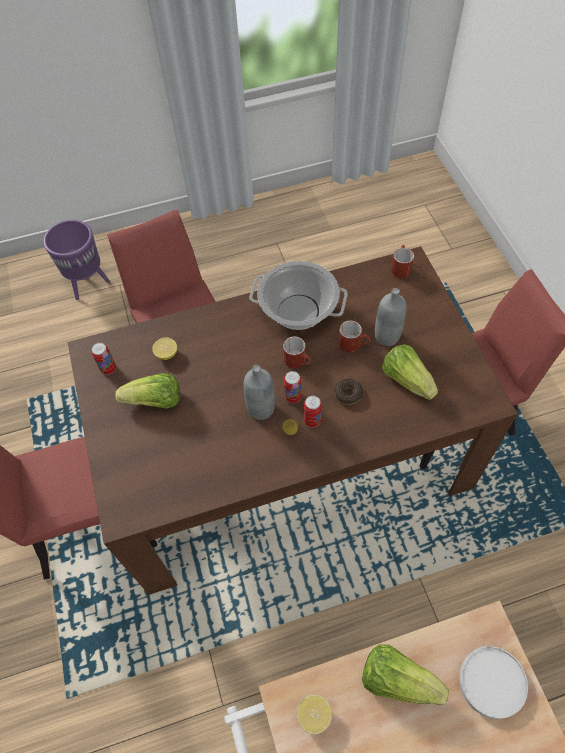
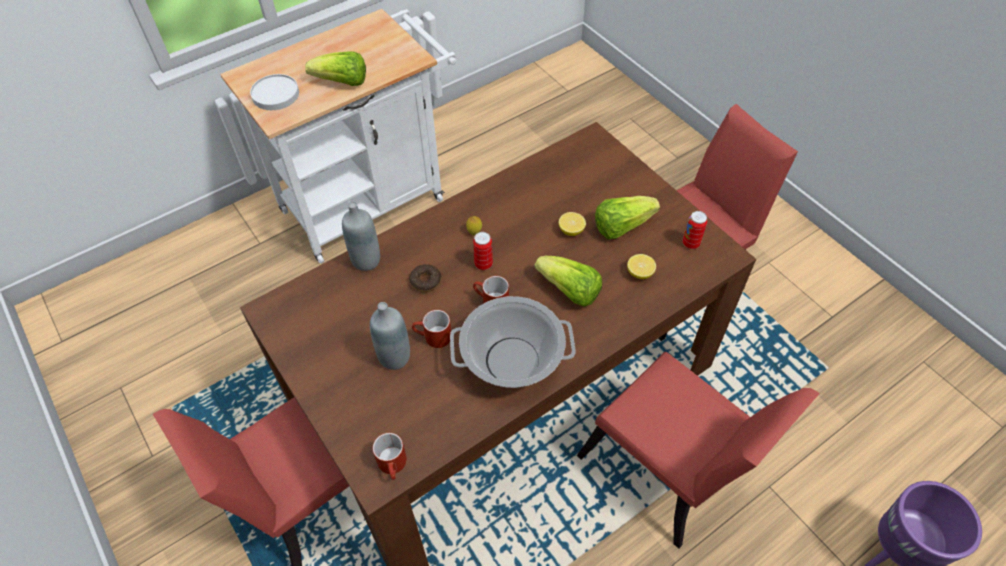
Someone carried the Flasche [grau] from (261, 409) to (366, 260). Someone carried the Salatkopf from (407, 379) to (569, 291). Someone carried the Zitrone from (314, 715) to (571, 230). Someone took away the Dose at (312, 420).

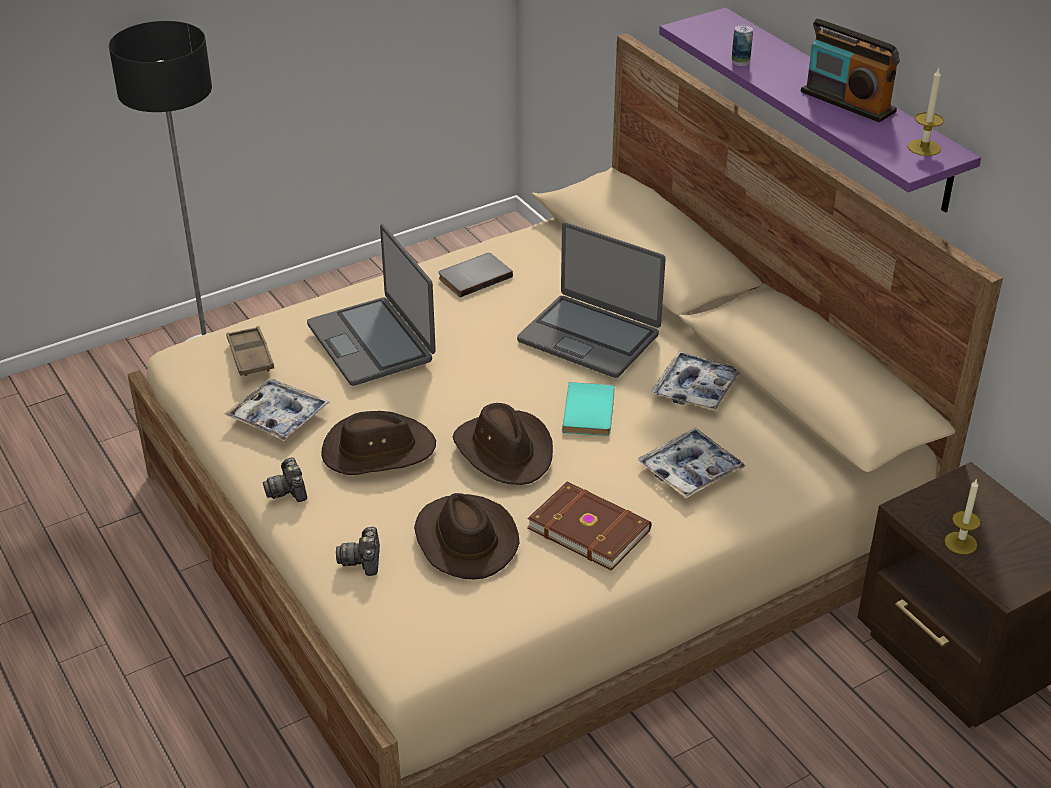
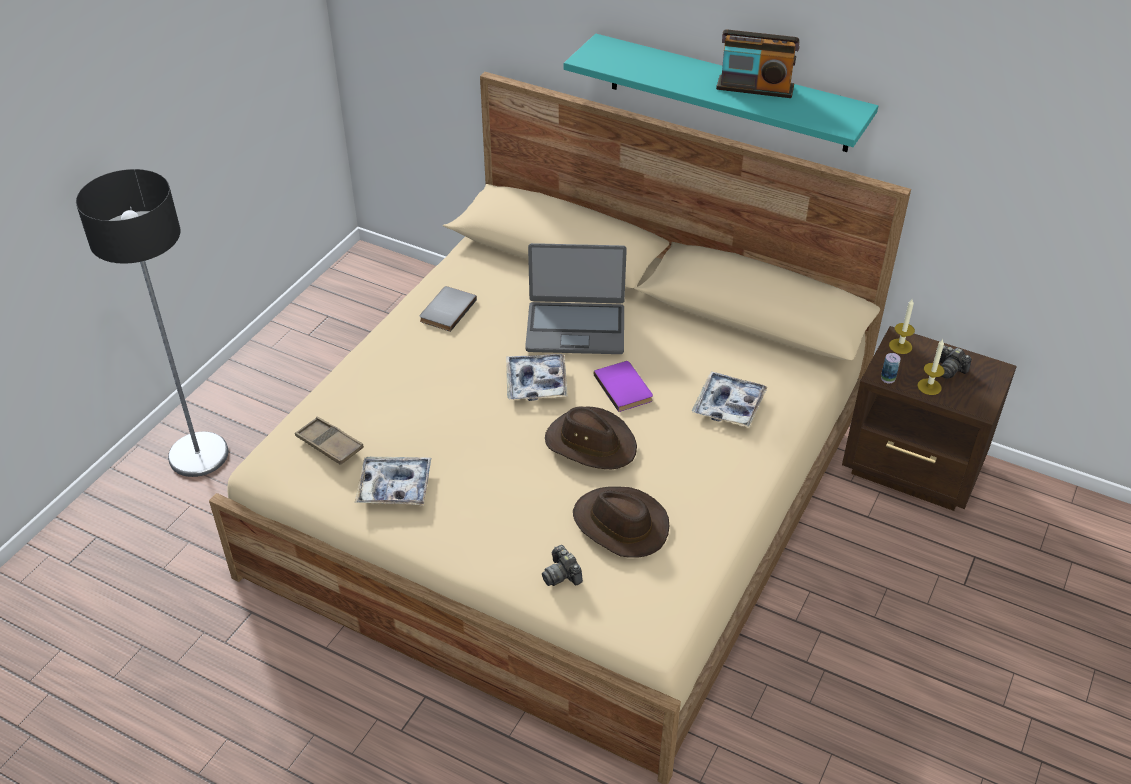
Someone carried the Tablett from (696, 389) to (536, 383). Someone repainted the Wandregal [lila] at (838, 108), which became the Wandregal [türkis] at (728, 93). Someone repainted the Buch [türkis] at (591, 412), which became the Buch [lila] at (625, 387). Someone carried the Dose from (740, 62) to (888, 378). Someone carried the Kerze from (924, 147) to (900, 346). Someone carried the Kamera from (288, 490) to (949, 369). Someone took away the Laptop at (372, 342). Someone took away the Hut [braun] at (377, 450). Someone took away the Buch [braun] at (589, 527).

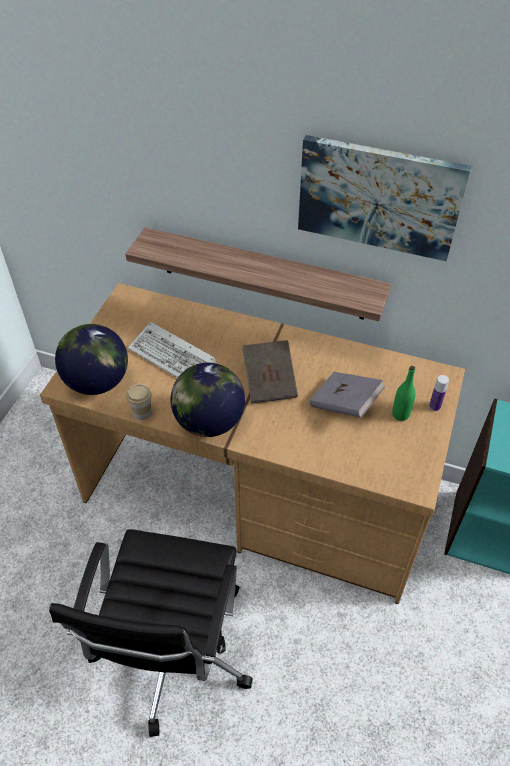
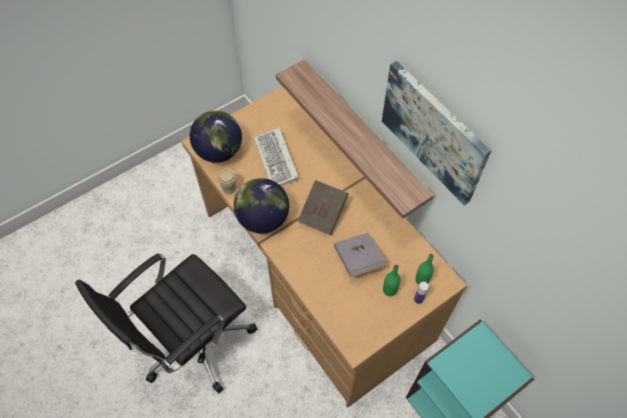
Someone put down the Flasche [grün] at (422, 280).

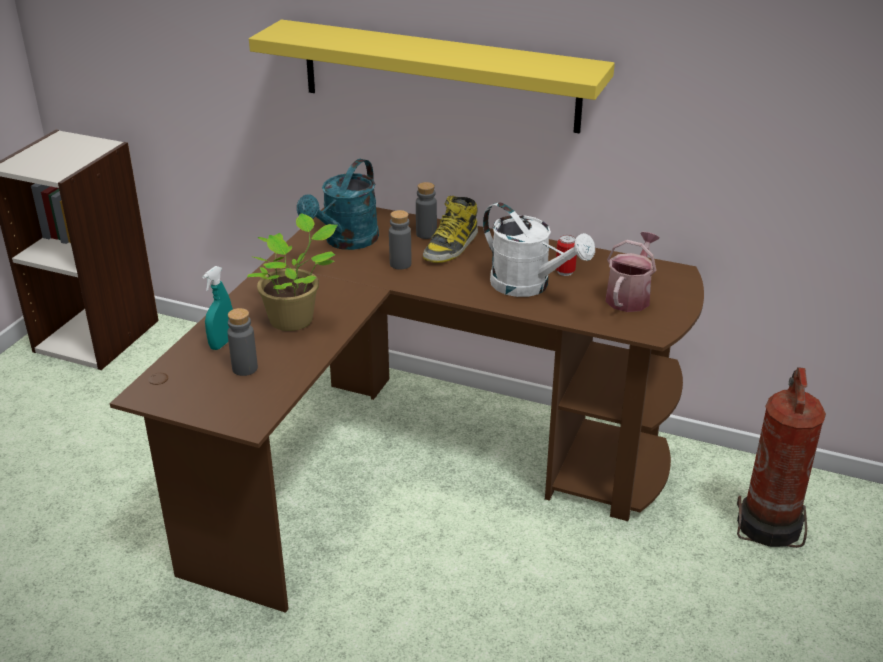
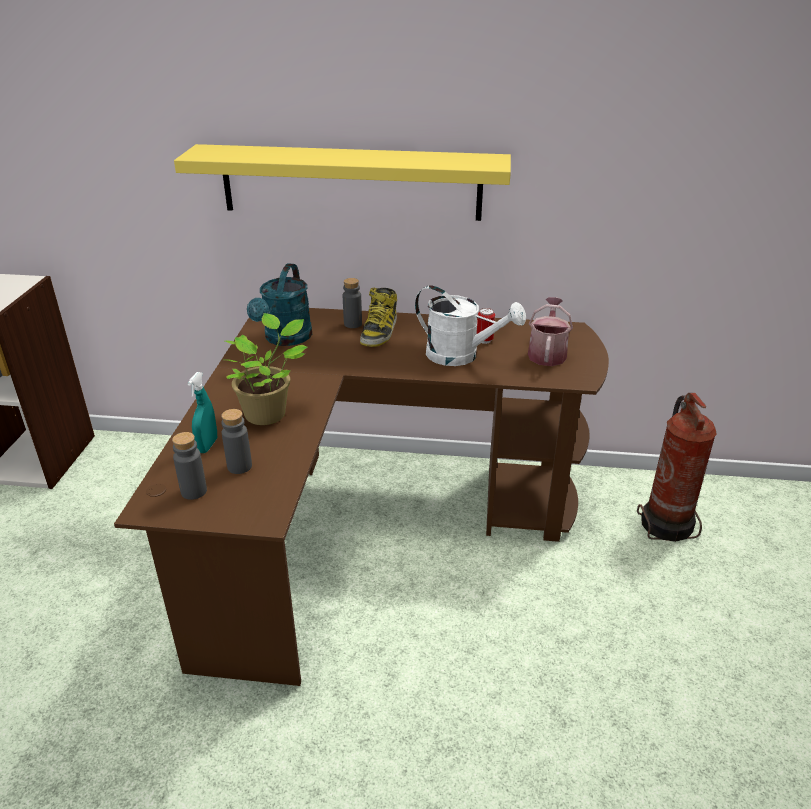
Someone carried the Flasche [grau] from (400, 264) to (194, 491).

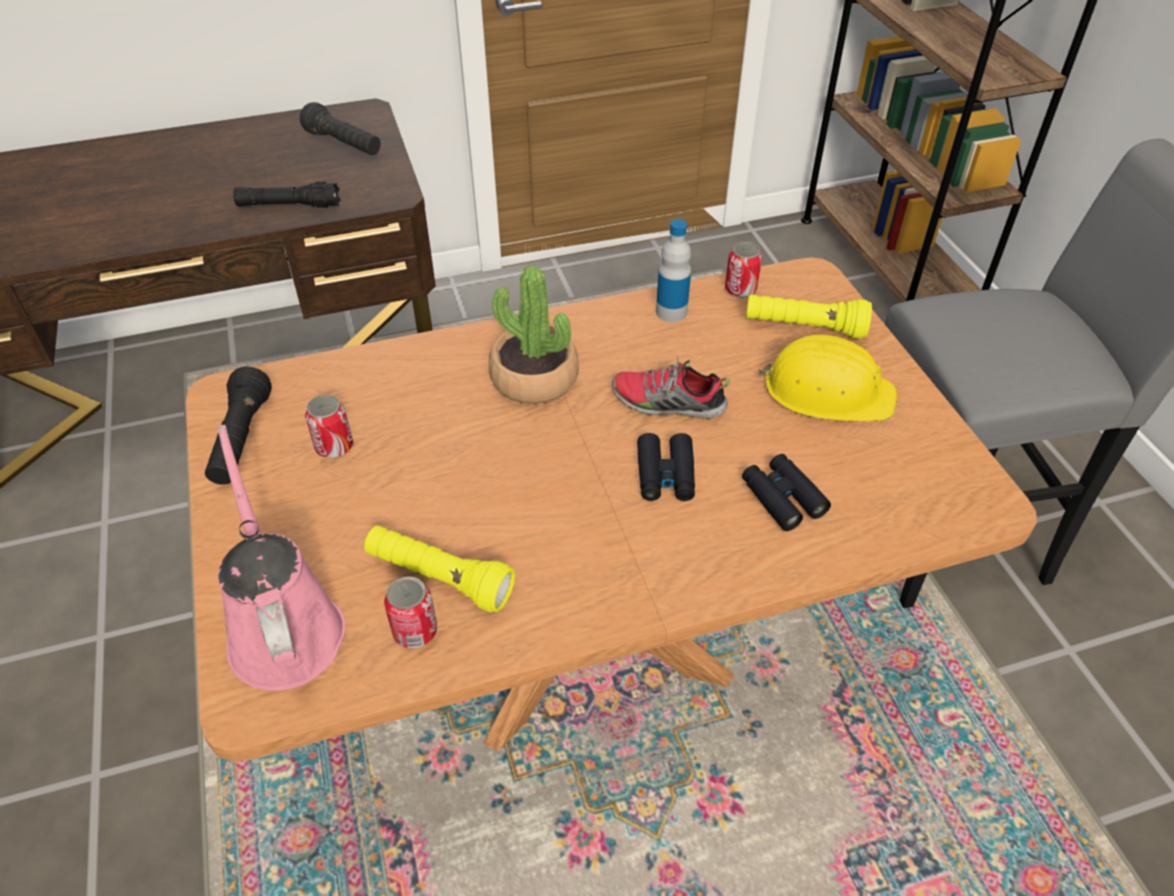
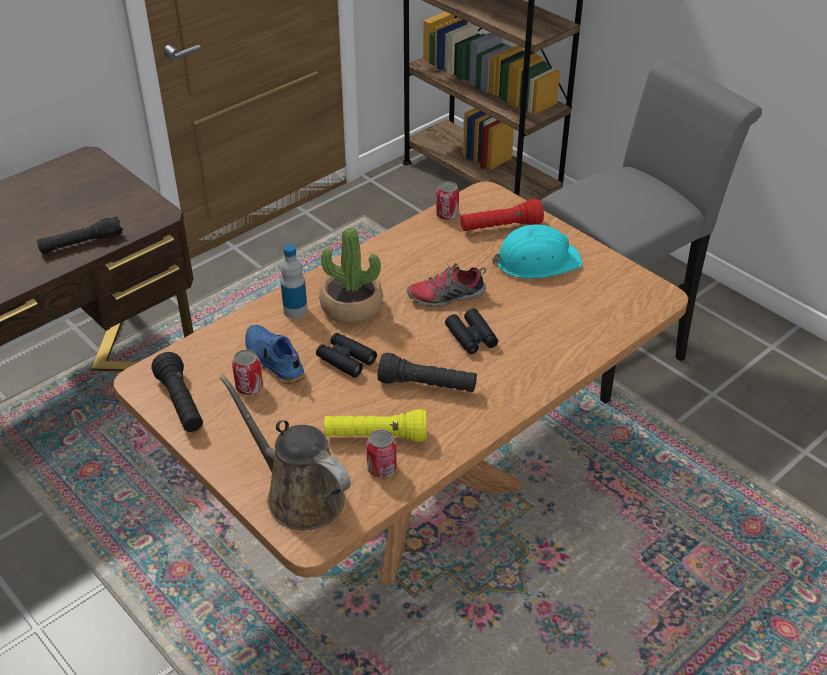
Someone repainted the Gießkanne [rosa] at (284, 627), which became the Gießkanne [braun] at (299, 494). Someone put down the Schuh [blau] at (273, 362). Someone carried the Flasche from (671, 312) to (295, 311). Someone carried the Fernglas [schwarz] from (782, 498) to (346, 359). Someone carried the Taschenlampe [schwarz] from (344, 144) to (427, 385). Someone repainted the Taschenlampe [gelb] at (804, 328), which became the Taschenlampe [rot] at (500, 227). Someone repainted the Schutzhelm [gelb] at (827, 391), which became the Schutzhelm [türkis] at (536, 261).

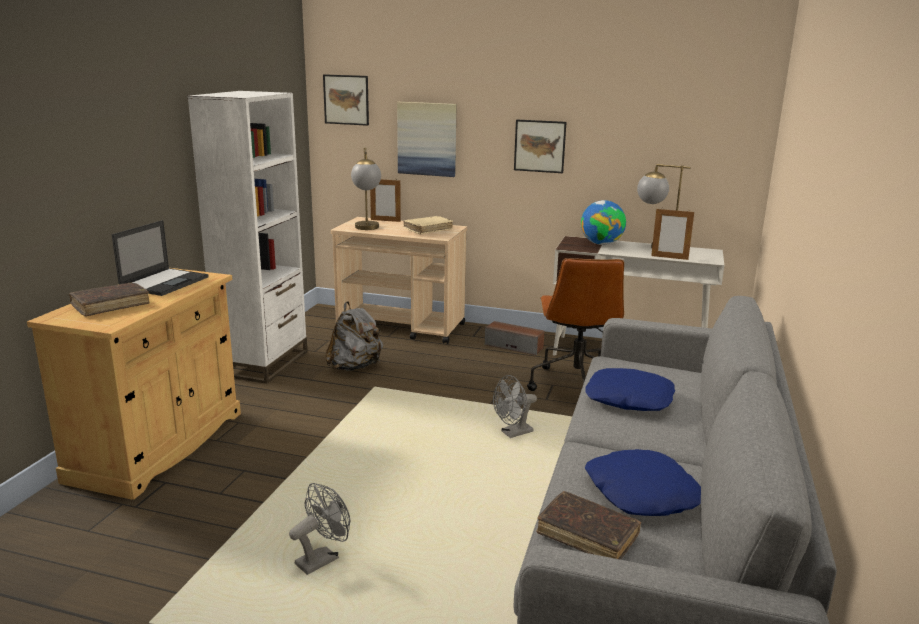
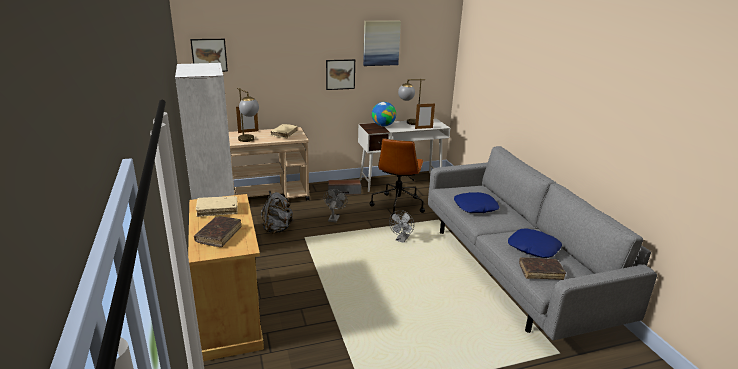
Someone swapped the Laptop at (165, 282) for the Buch [beige] at (217, 210). Someone carried the Ventilator [grau] from (322, 559) to (334, 217). Someone carried the Bild from (427, 139) to (381, 43). Someone rotated the Bürostuhl [braun] at (576, 385) by 45 degrees clockwise.

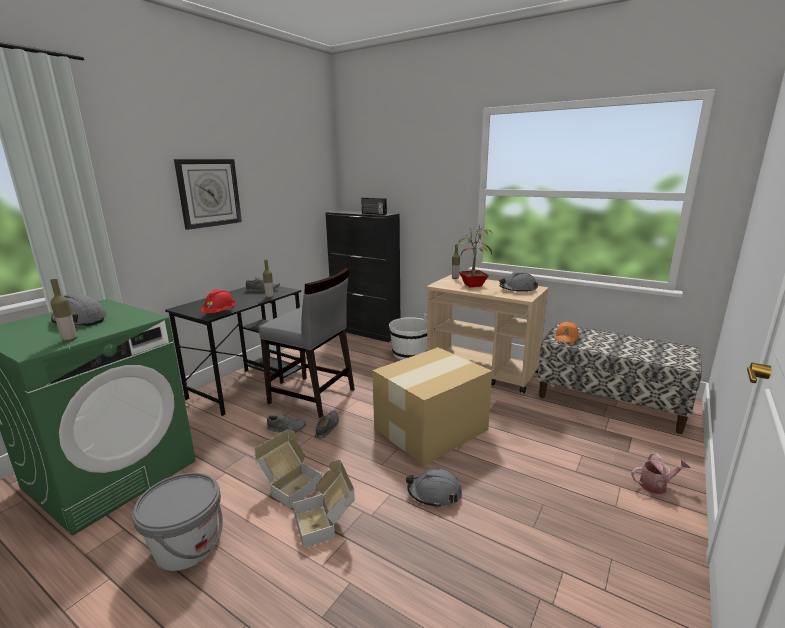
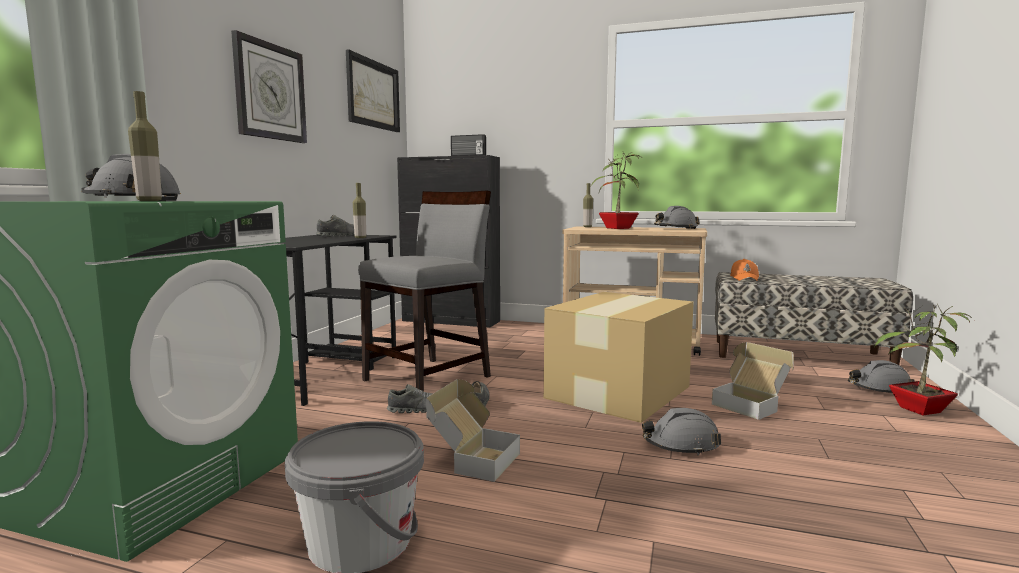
Someone put up the Bild at (373, 94). Someone rotated the Stuhl [grau] at (312, 397) by 60 degrees counterclockwise. Someone carried the Karton from (326, 522) to (751, 405). Someone put down the Schutzhelm [grau] at (879, 389). Someone swapped the Gießkanne at (656, 485) for the Topfpflanze at (918, 410). Someone took away the Schutzhelm [rot] at (220, 313). Someone took away the Eimer [weiß] at (410, 354).

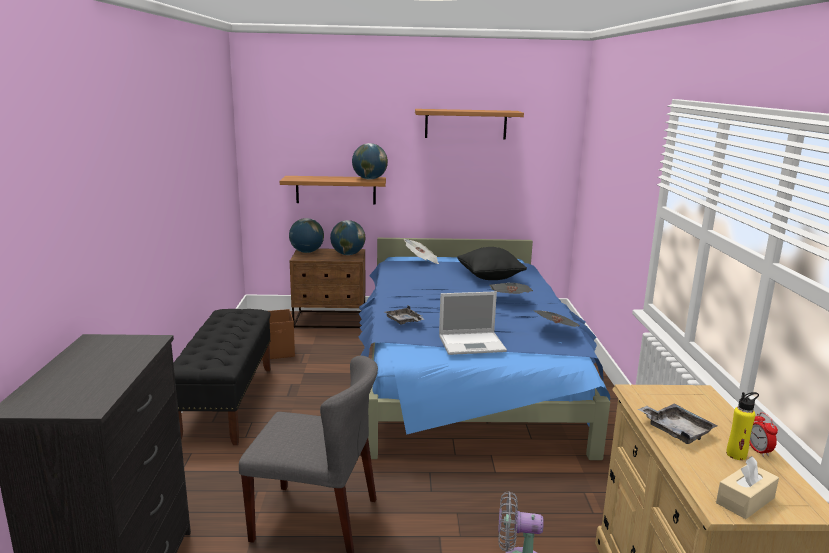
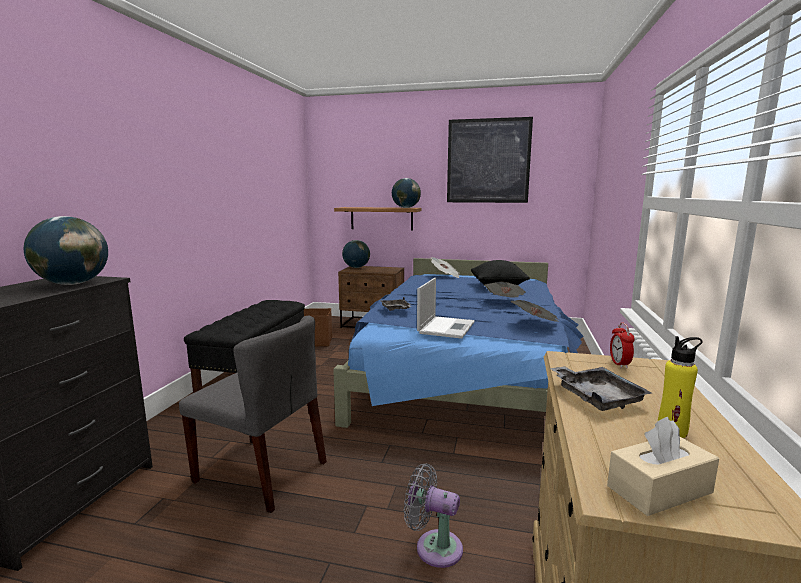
Someone carried the Globus from (347, 254) to (72, 284). Someone rotated the Laptop at (473, 343) by 75 degrees counterclockwise. Someone swapped the Wandregal at (465, 124) for the Bild at (488, 161). Someone carried the Wecker from (758, 450) to (619, 364).

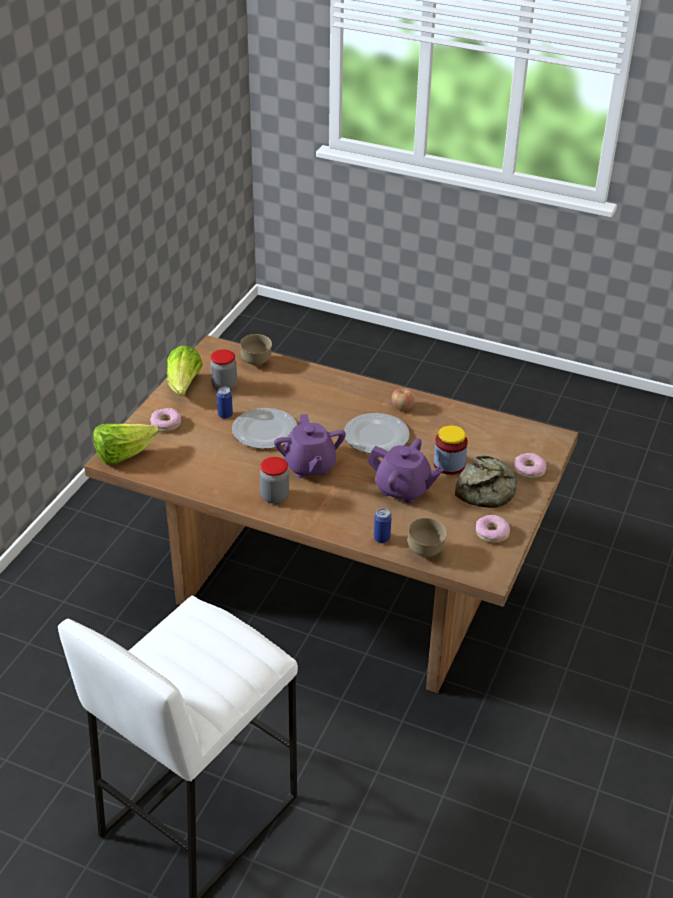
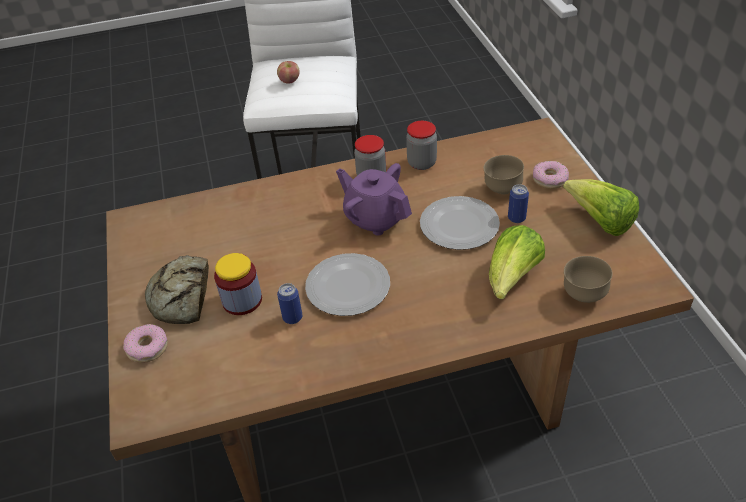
Someone carried the Apfel from (402, 407) to (289, 81). Someone carried the Dose from (381, 538) to (292, 317). Someone carried the Vorratsglas from (224, 386) to (421, 163). Someone carried the Schüssel [braun] from (425, 552) to (502, 190). Someone carried the Salatkopf from (123, 455) to (512, 278). Someone took away the Teekanne [lila] at (403, 489). Someone took away the Donut at (492, 533).

